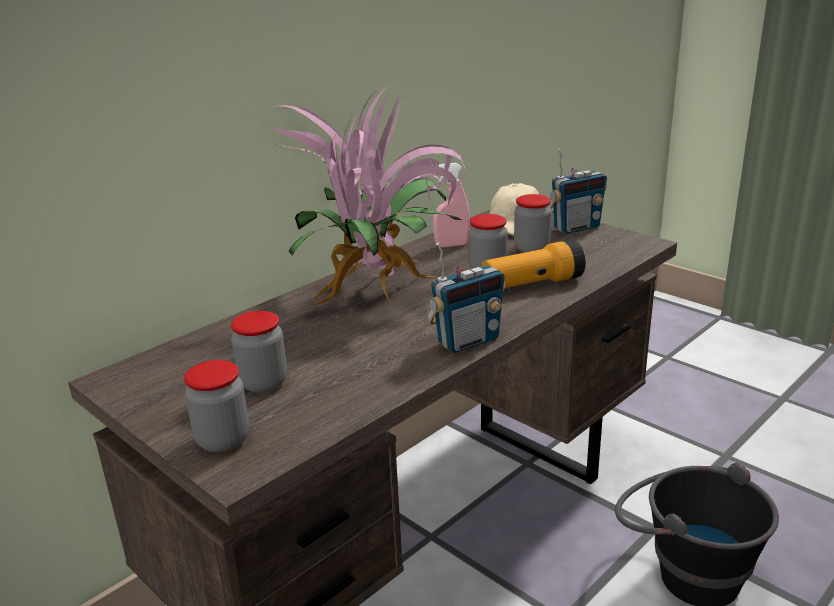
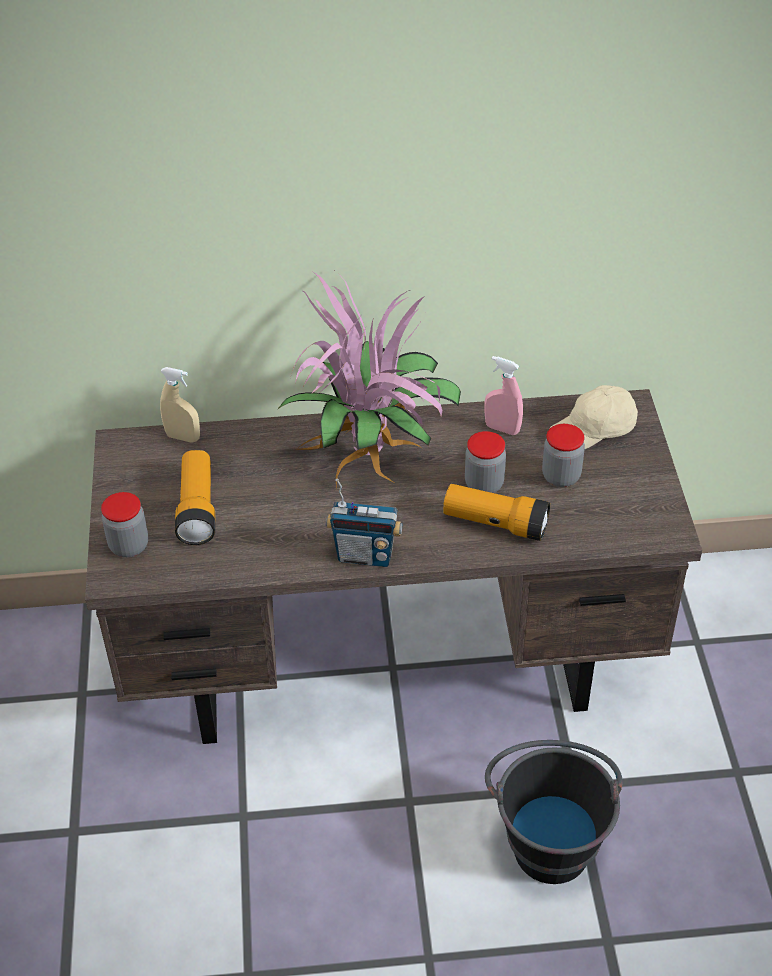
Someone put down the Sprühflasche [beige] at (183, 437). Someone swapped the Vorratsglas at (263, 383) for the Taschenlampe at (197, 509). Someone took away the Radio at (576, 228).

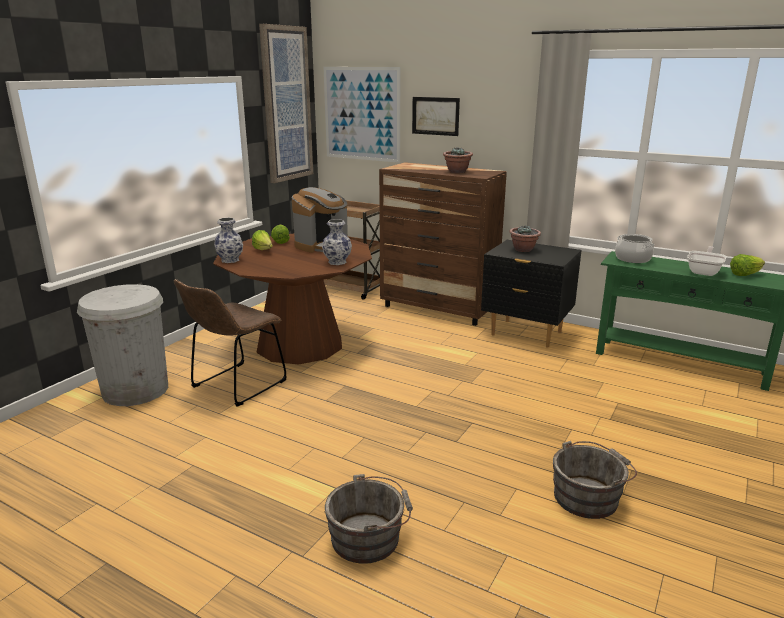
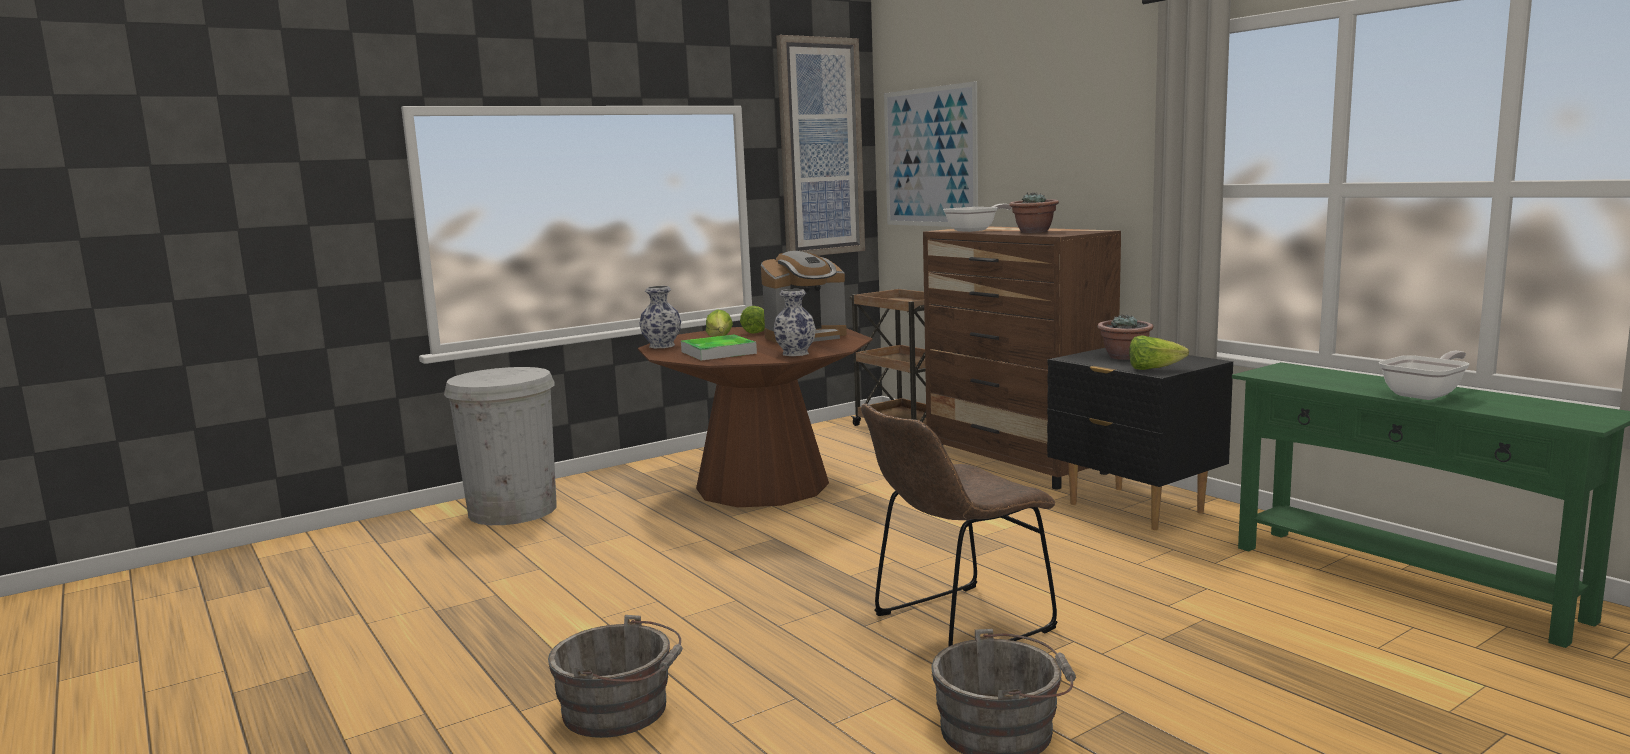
Someone put down the Tablett at (718, 352). Someone carried the Stuhl [braun] from (236, 386) to (955, 625). Someone put down the Pfanne at (975, 230). Someone carried the Salatkopf from (745, 274) to (1153, 369). Someone took away the Bild at (435, 116). Someone took away the Kochtopf at (633, 259).

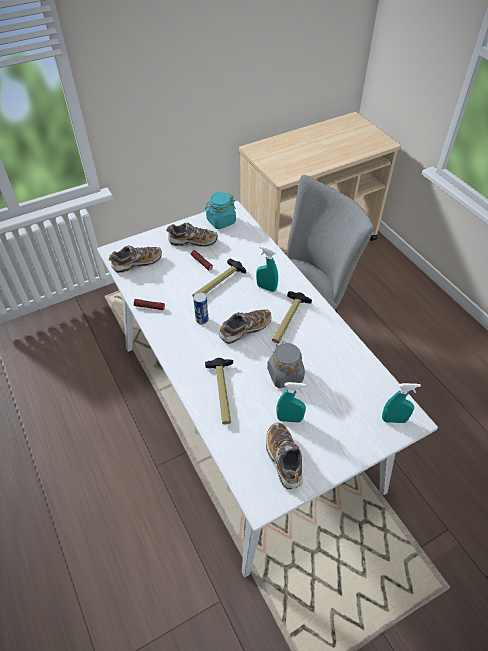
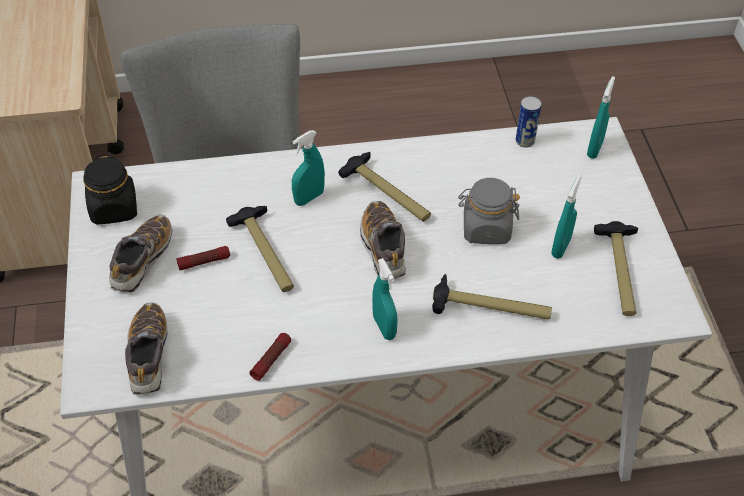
Someone repainted the Vorratsglas [türkis] at (221, 221), which became the Vorratsglas [schwarz] at (114, 209). Someone put down the Sprühflasche [türkis] at (384, 327). Someone carried the Dose from (202, 320) to (525, 141). Someone swapped the Schuh at (284, 459) for the Hammer at (620, 272).

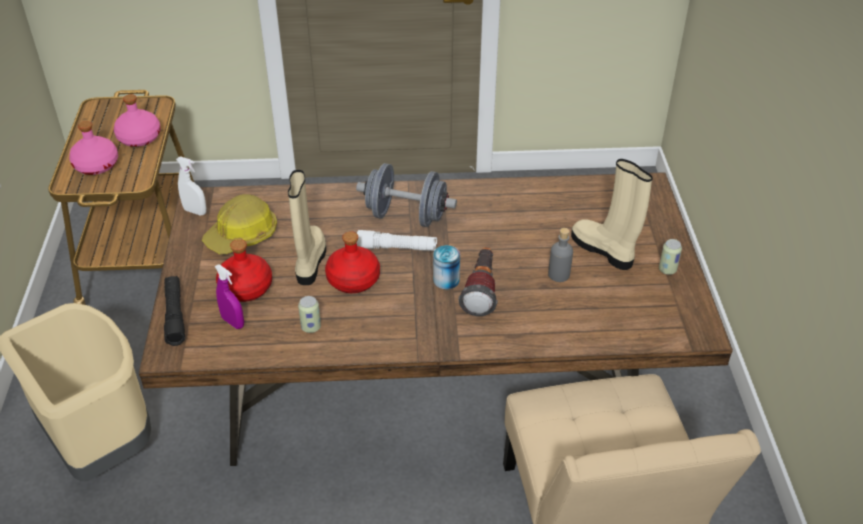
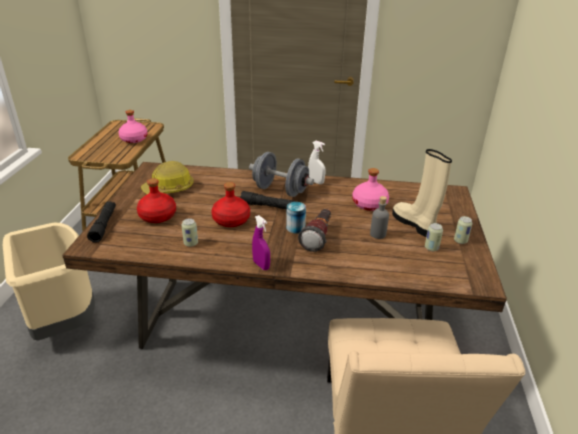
Someone repainted the Taschenlampe [weiß] at (397, 248), which became the Taschenlampe [schwarz] at (267, 206). Someone carried the Sprühflasche [lila] from (233, 322) to (261, 265). Someone carried the Sprühflasche [weiß] from (195, 211) to (316, 182). Someone carried the Flasche [rosa] from (97, 165) to (370, 204). Someone put down the Dose at (431, 248). Someone took away the Stiefel [beige] at (309, 261).

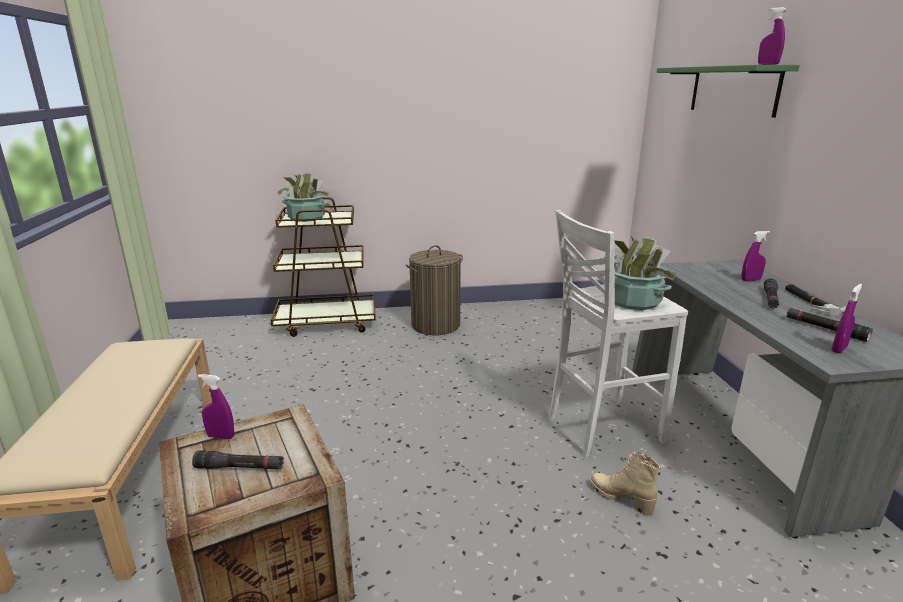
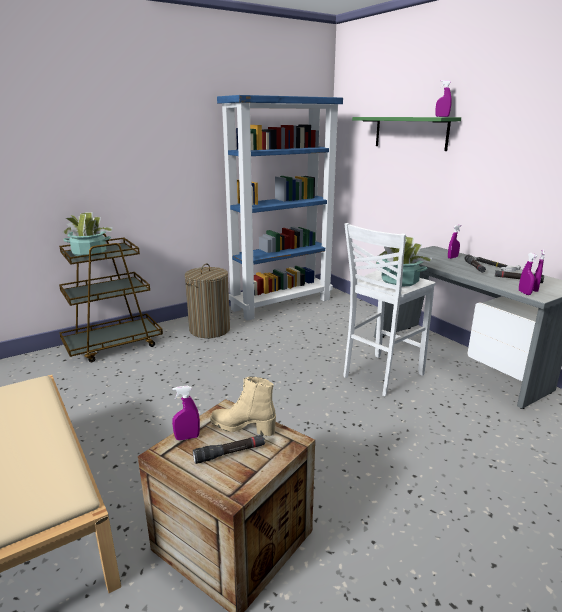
Someone carried the Stiefel [beige] from (621, 498) to (243, 427). Someone put down the Bücherregal [blau] at (281, 304). Someone put down the Sprühflasche [lila] at (524, 293).

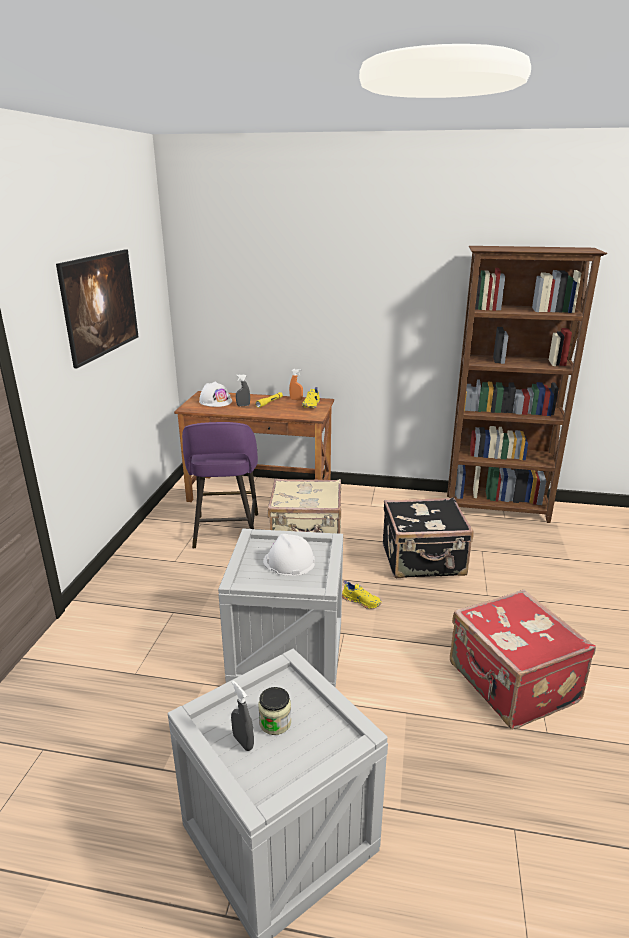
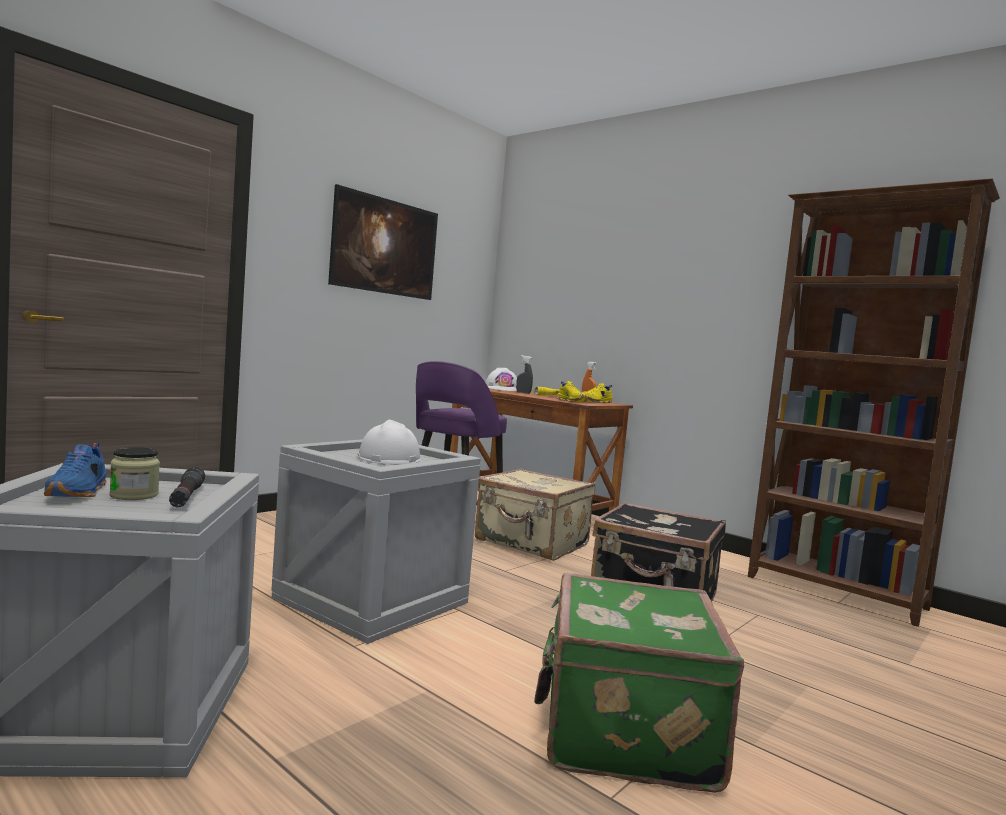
Someone swapped the Sprühflasche [grau] at (243, 742) for the Schuh [blau] at (79, 492). Someone put down the Taschenlampe [schwarz] at (186, 497). Someone repainted the Koffer [rot] at (511, 684), which became the Koffer [grün] at (623, 729). Someone carried the Schuh [gelb] from (361, 601) to (572, 401).

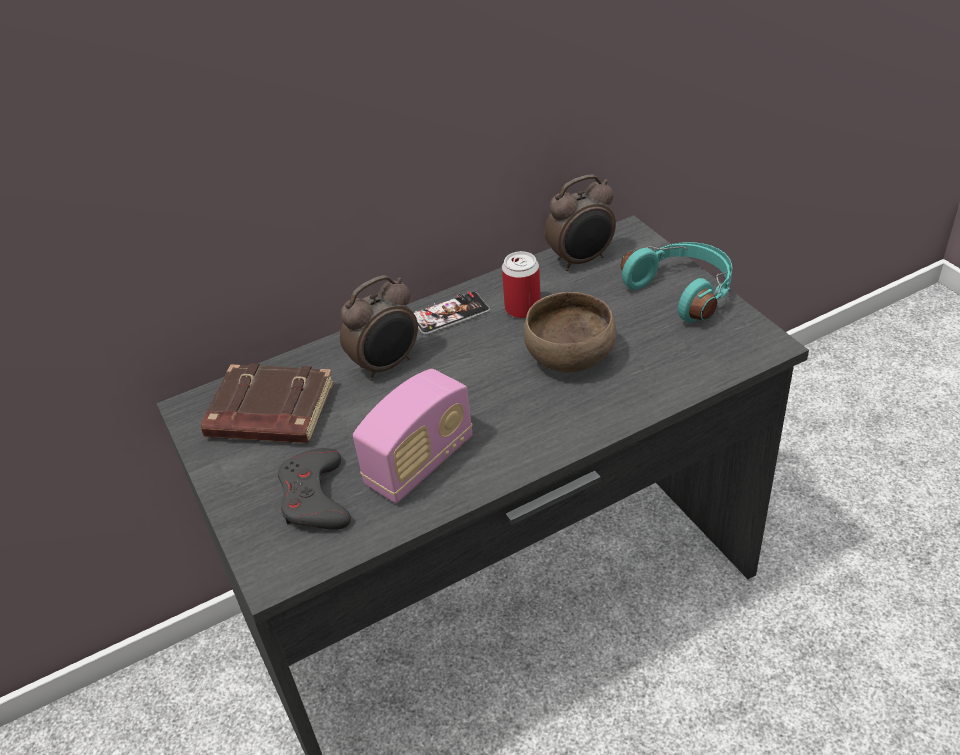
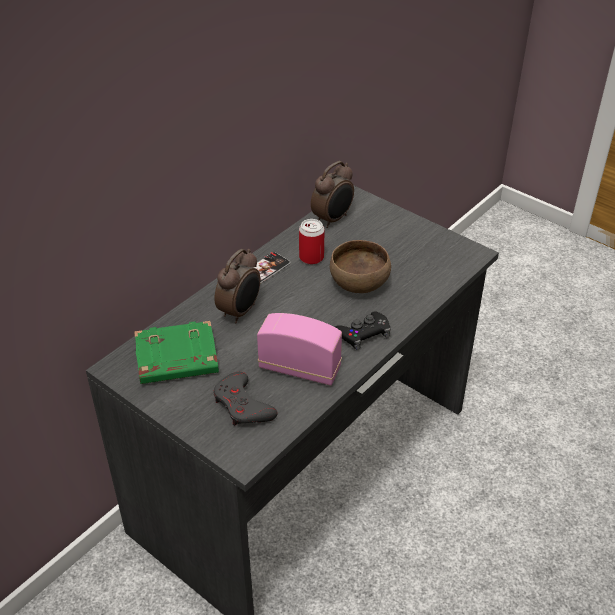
Someone repainted the Buch [braun] at (269, 413), which became the Buch [grün] at (176, 359). Someone rotated the Radio at (420, 463) by 90 degrees counterclockwise. Someone put down the Gamepad [schwarz] at (363, 334). Someone took away the Kopfhörer [türkis] at (683, 291).

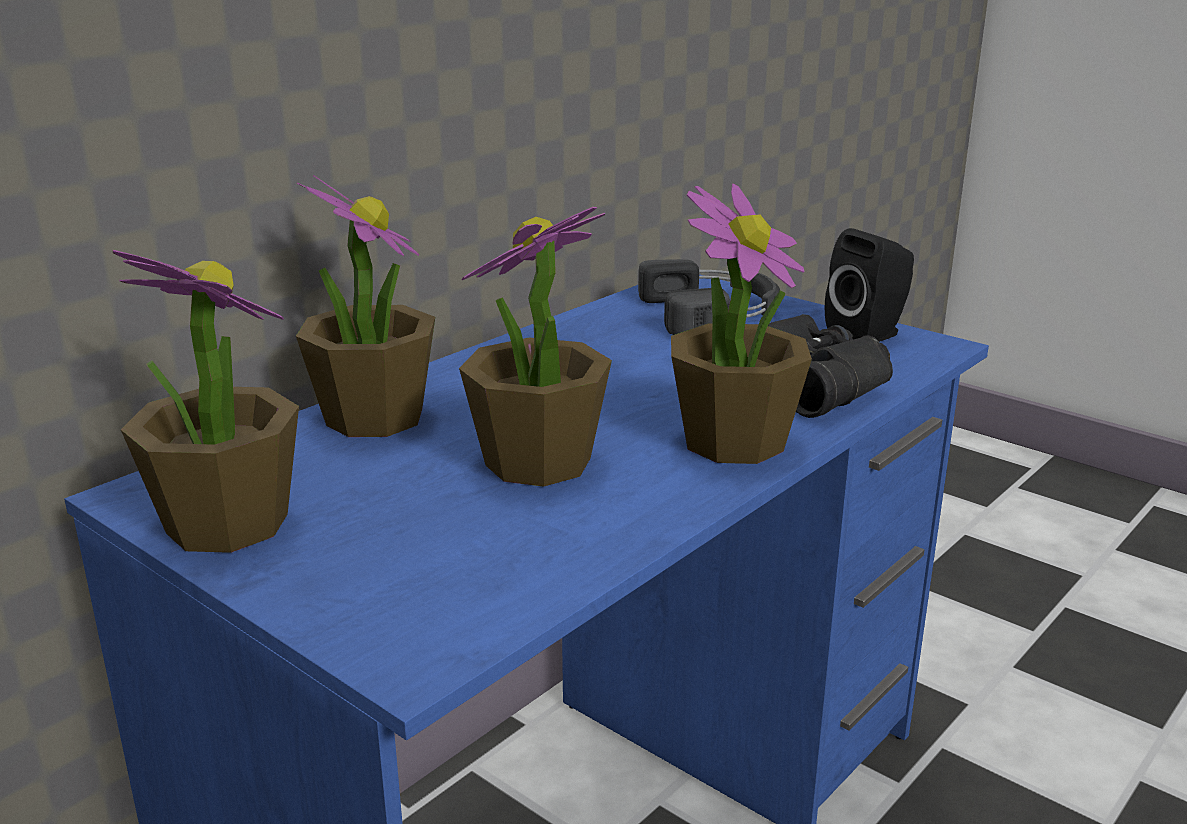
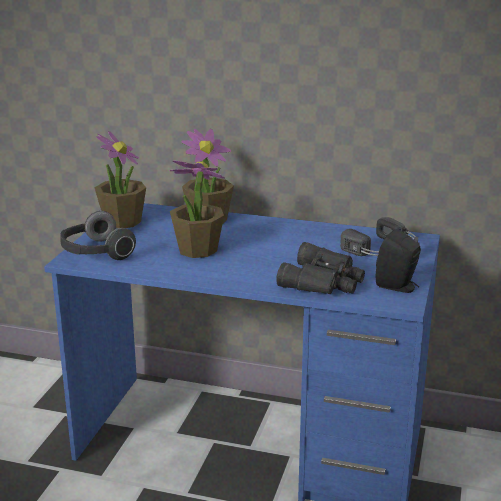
Someone put down the Kopfhörer at (95, 253). Someone took away the Topfpflanze at (734, 441).

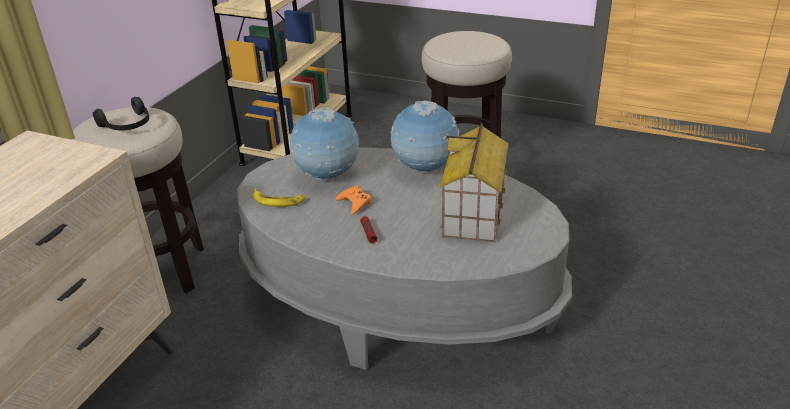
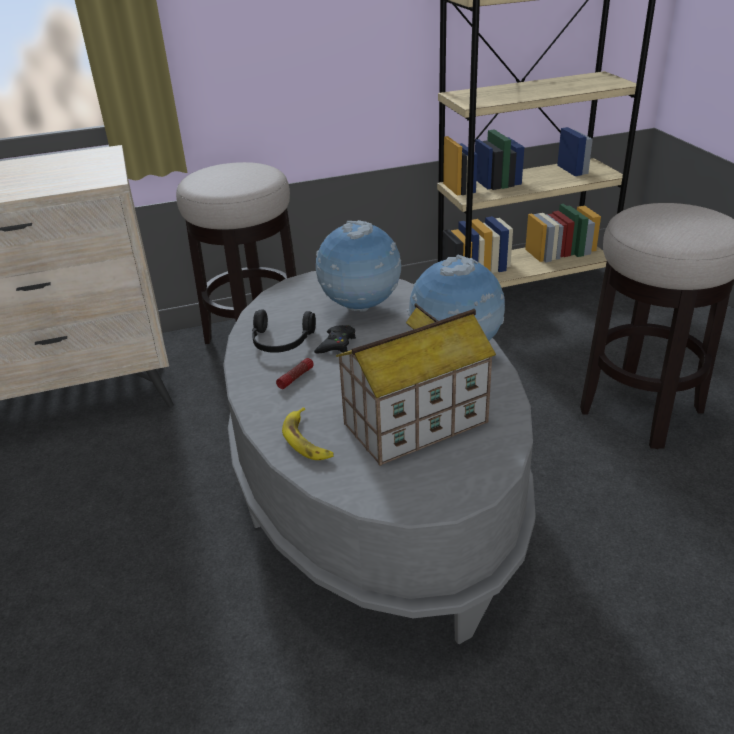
Someone carried the Kopfhörer [schwarz] from (128, 125) to (281, 342). Someone carried the Banane from (278, 201) to (307, 440). Someone repainted the Gamepad [orange] at (354, 203), which became the Gamepad [schwarz] at (336, 344).

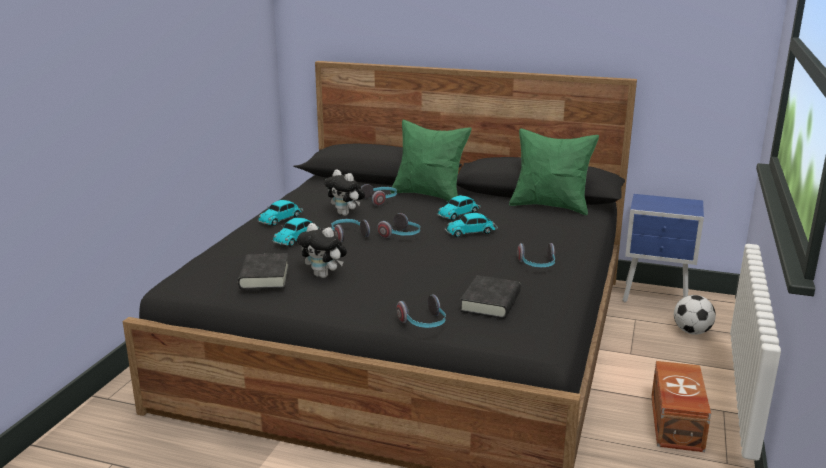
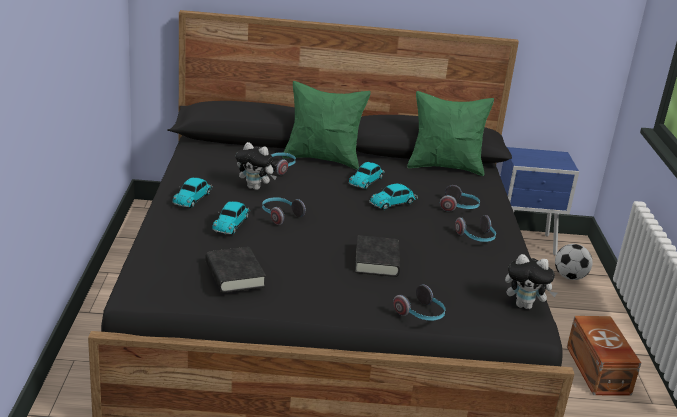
Someone carried the Buch [schwarz] from (490, 302) to (377, 261). Someone carried the Kopfhörer from (401, 235) to (459, 207). Someone carried the Plüschtier from (324, 275) to (525, 305).

